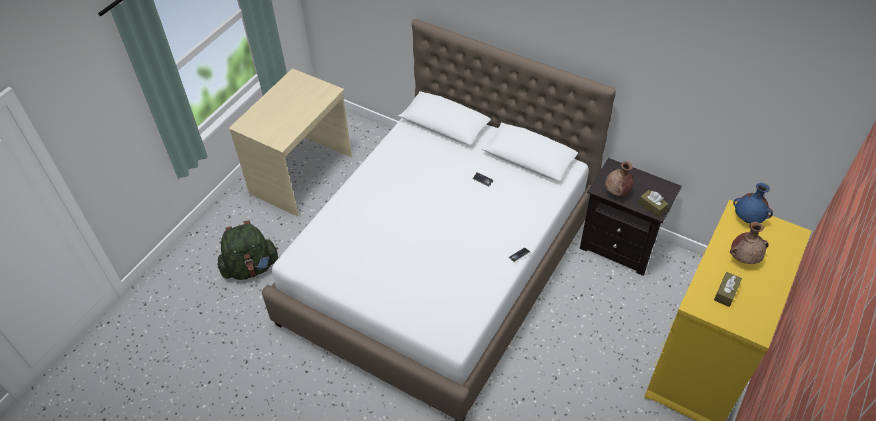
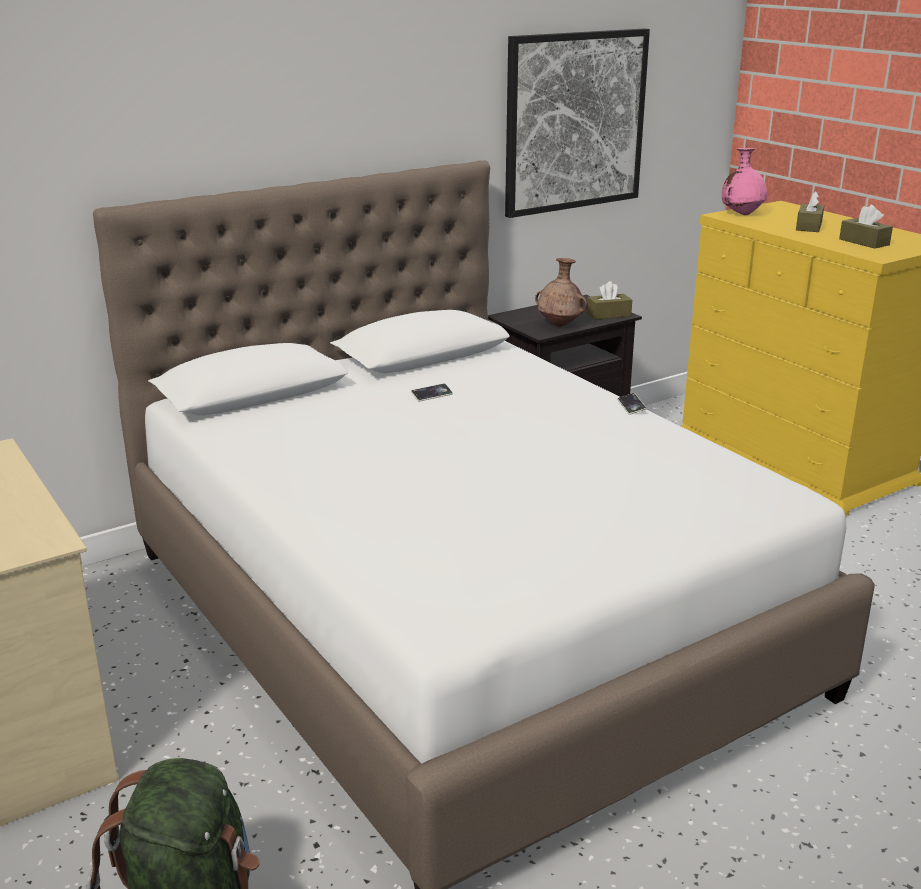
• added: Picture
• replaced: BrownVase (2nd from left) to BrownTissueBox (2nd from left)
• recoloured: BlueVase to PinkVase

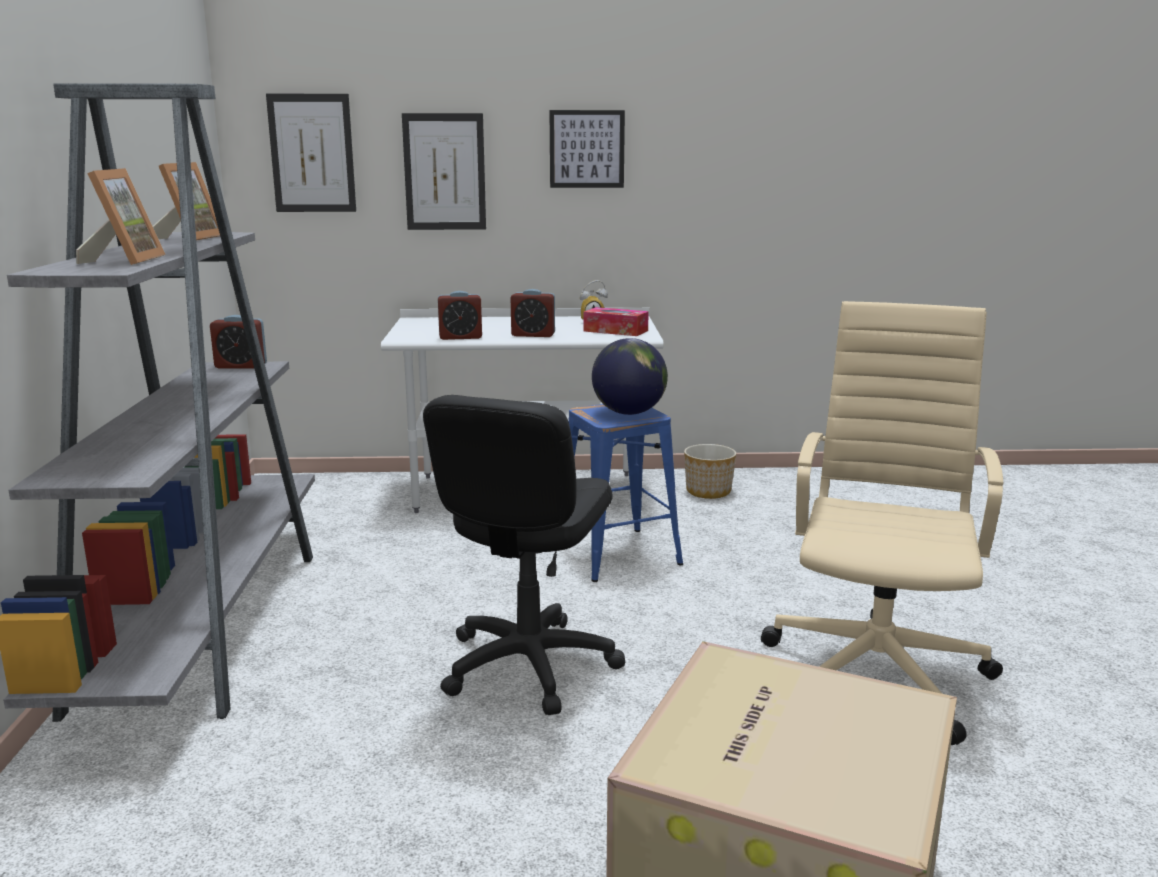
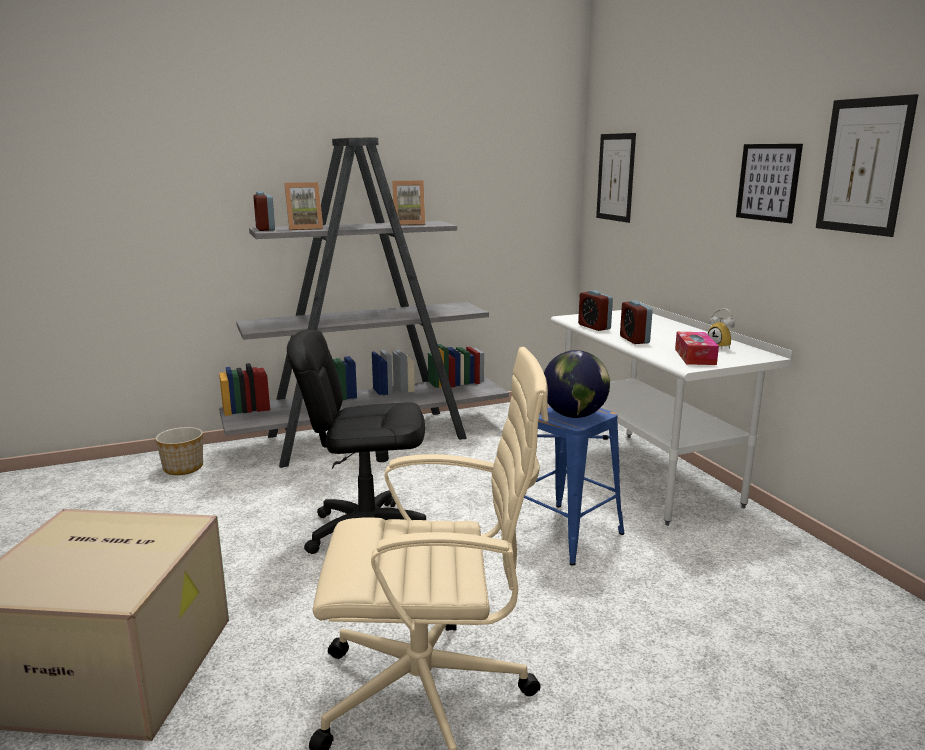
• moved: AlarmClock (1st from left)
• moved: Picture (2nd from left in the first image) to Picture (3rd from left)
• moved: Planter

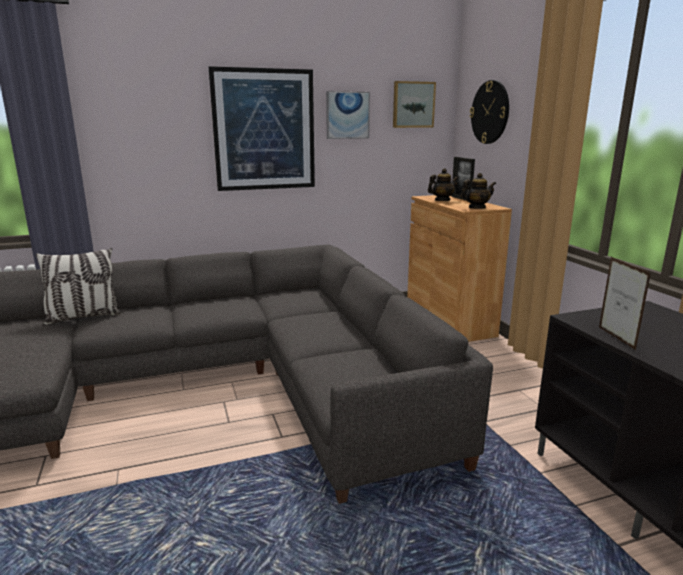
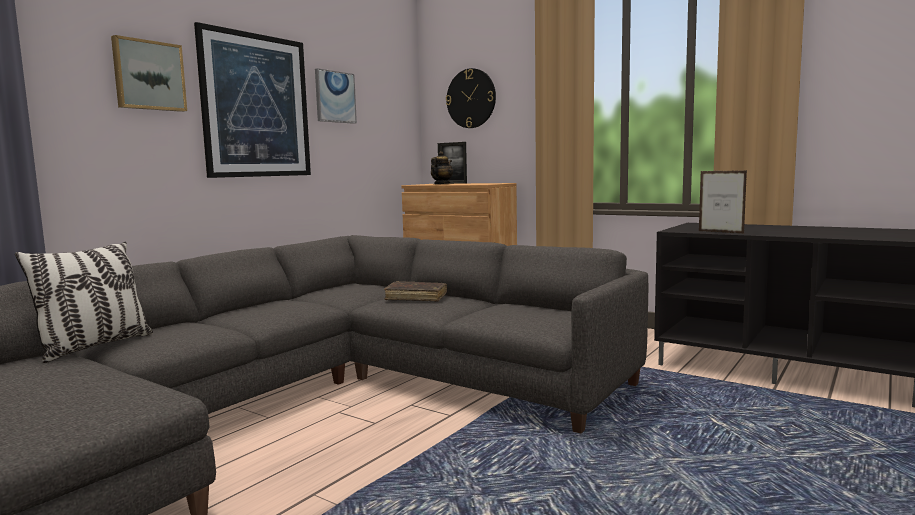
• removed: Teapot (2nd from left)
• added: BrownBook
• moved: Picture (3rd from left in the first image) to Picture (1st from left)

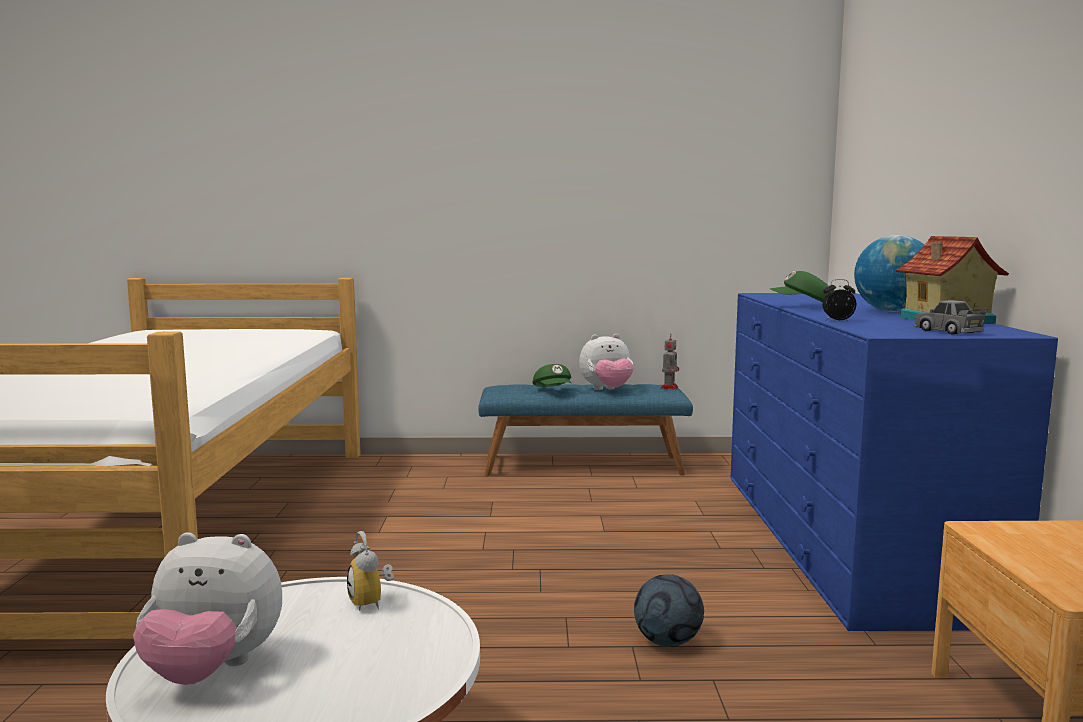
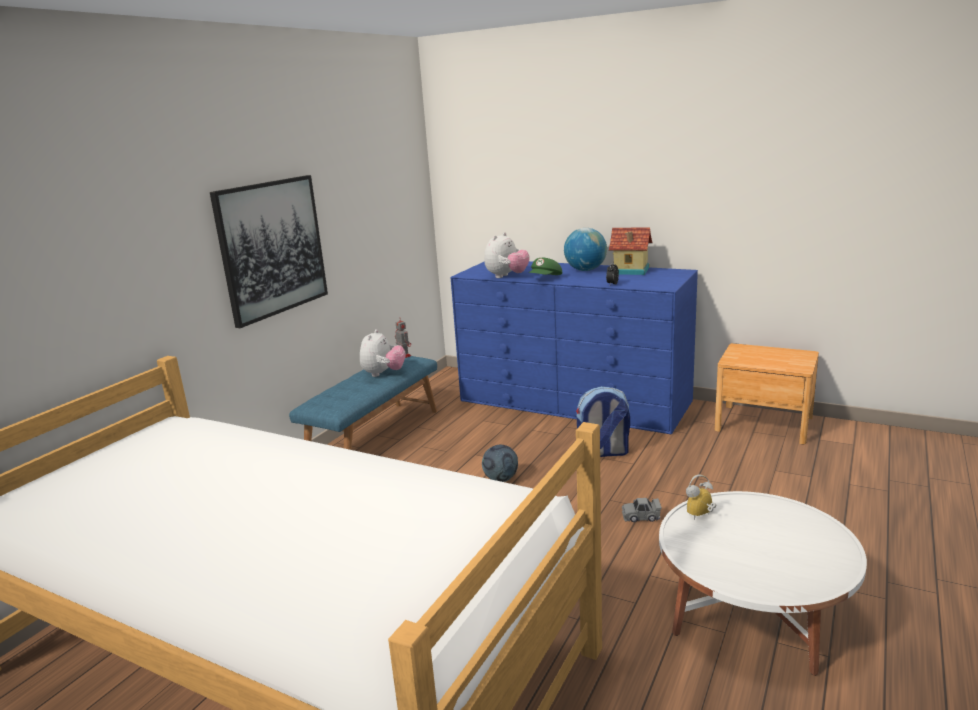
• removed: GreenCap (1st from left)
• added: Picture
• added: Backpack
• moved: PlushToy (1st from left in the first image) to PlushToy (2nd from left)
• moved: Football
• moved: GreyToyCar
• turned: AlarmClock (1st from left in the first image) 150 degrees clockwise

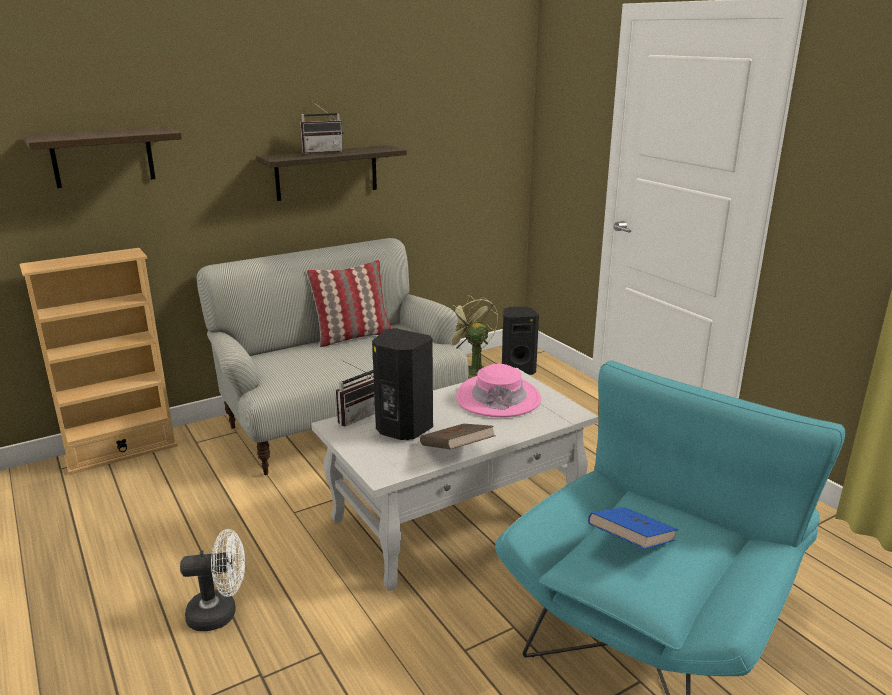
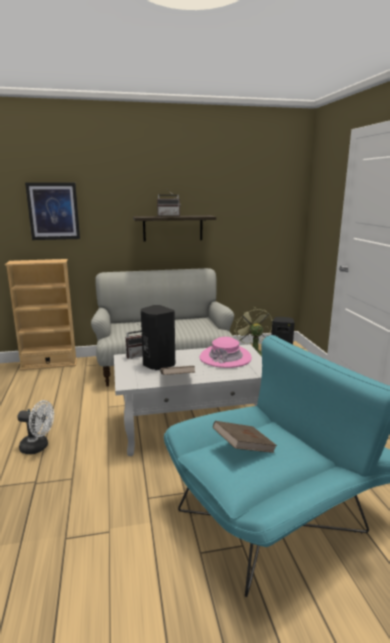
• removed: Pillow
• replaced: Shelf (1st from left) to Picture
• recoloured: BlueBook to BrownBook (2nd from left)

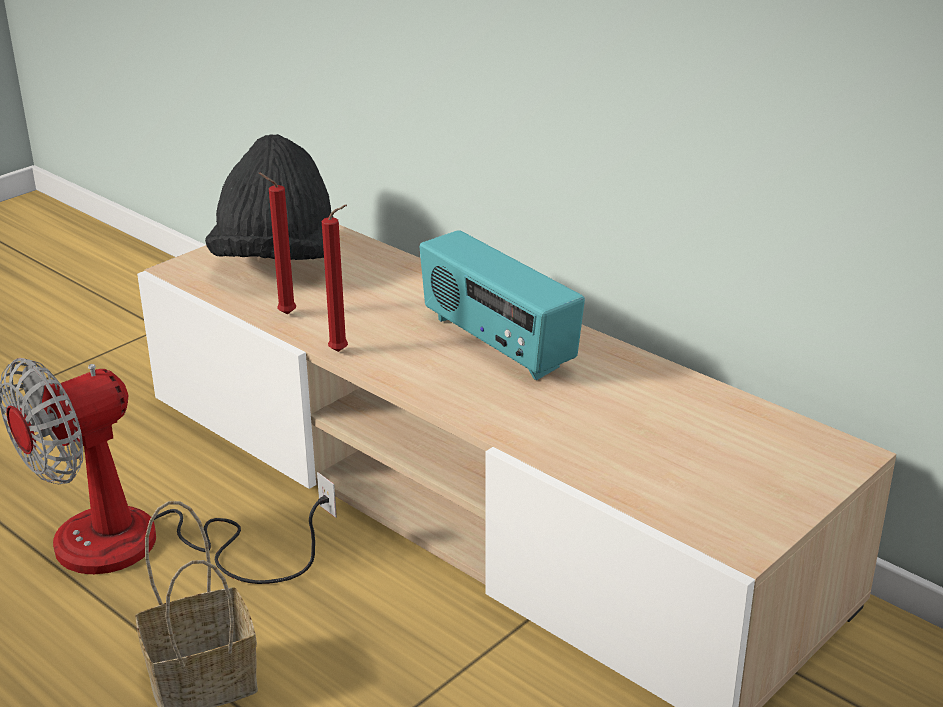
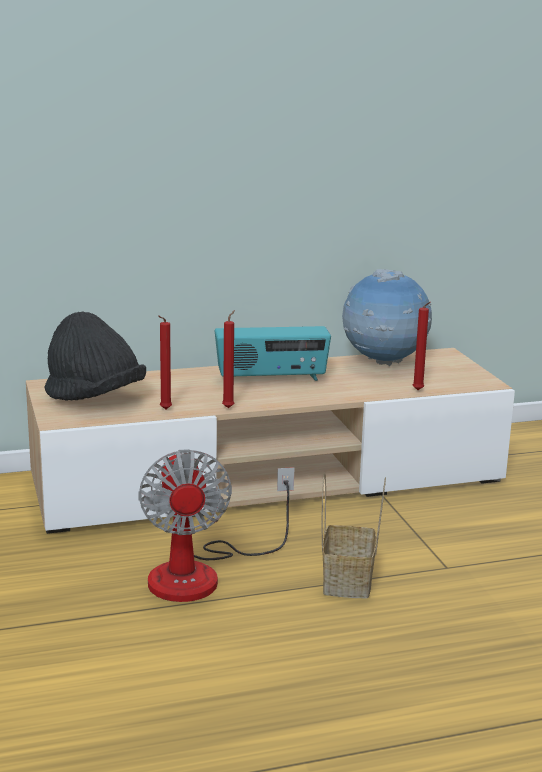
• added: Globe
• added: RedCandle (3rd from left)

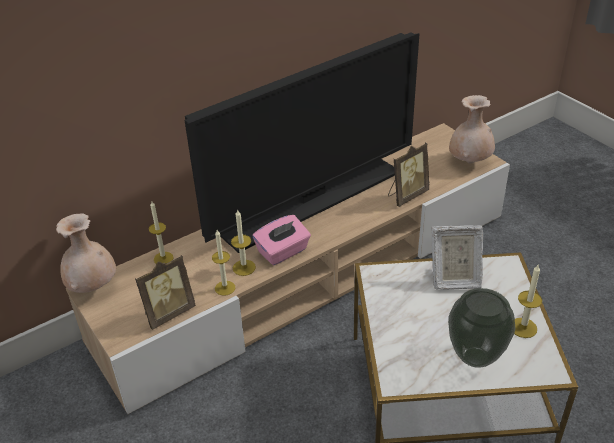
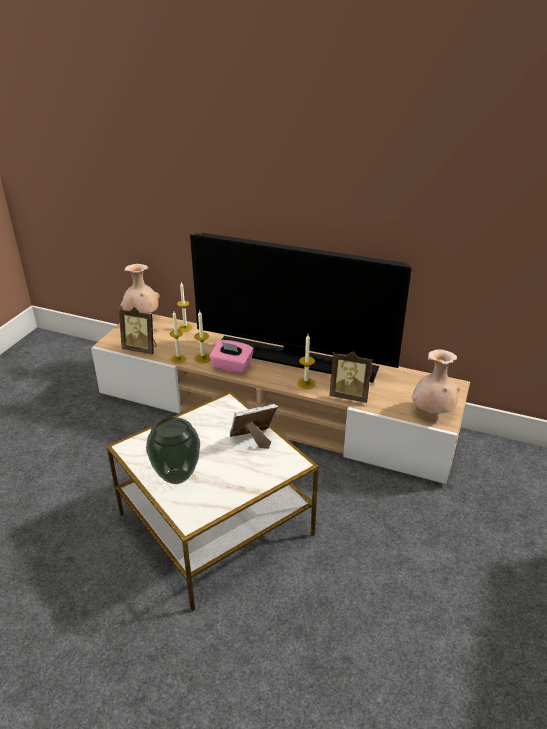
• moved: Candle (4th from left)
• turned: PictureFrame (3rd from left in the first image) 105 degrees clockwise

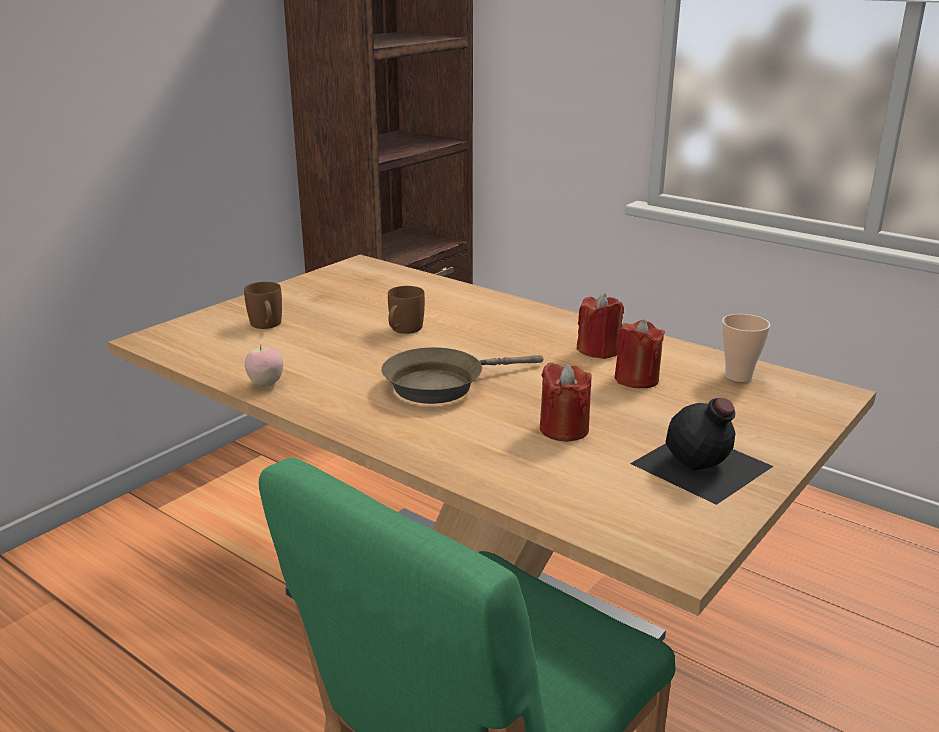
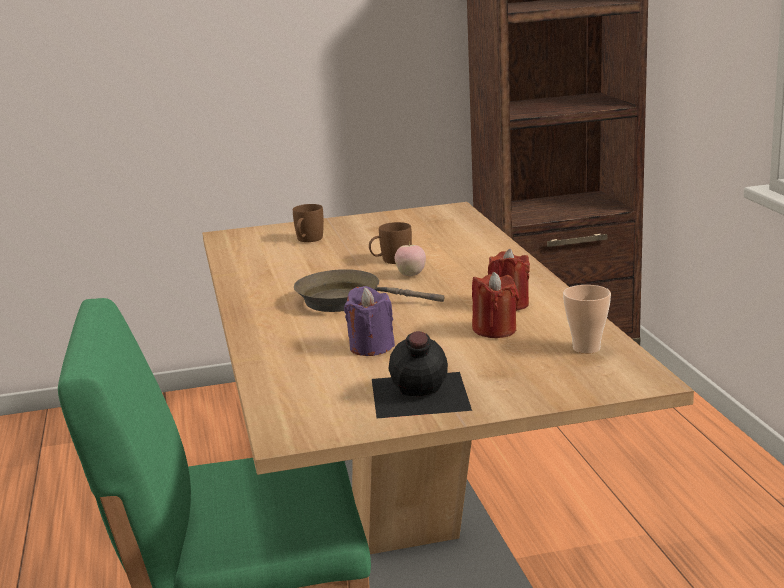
• moved: Apple
• recoloured: RedCandle (1st from left) to PurpleCandle

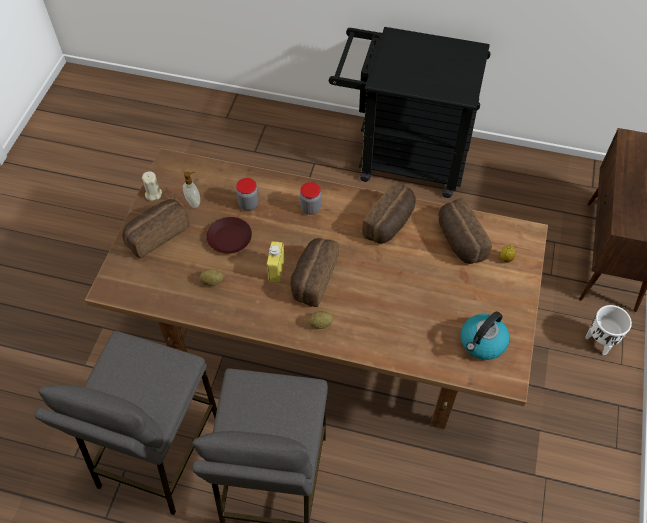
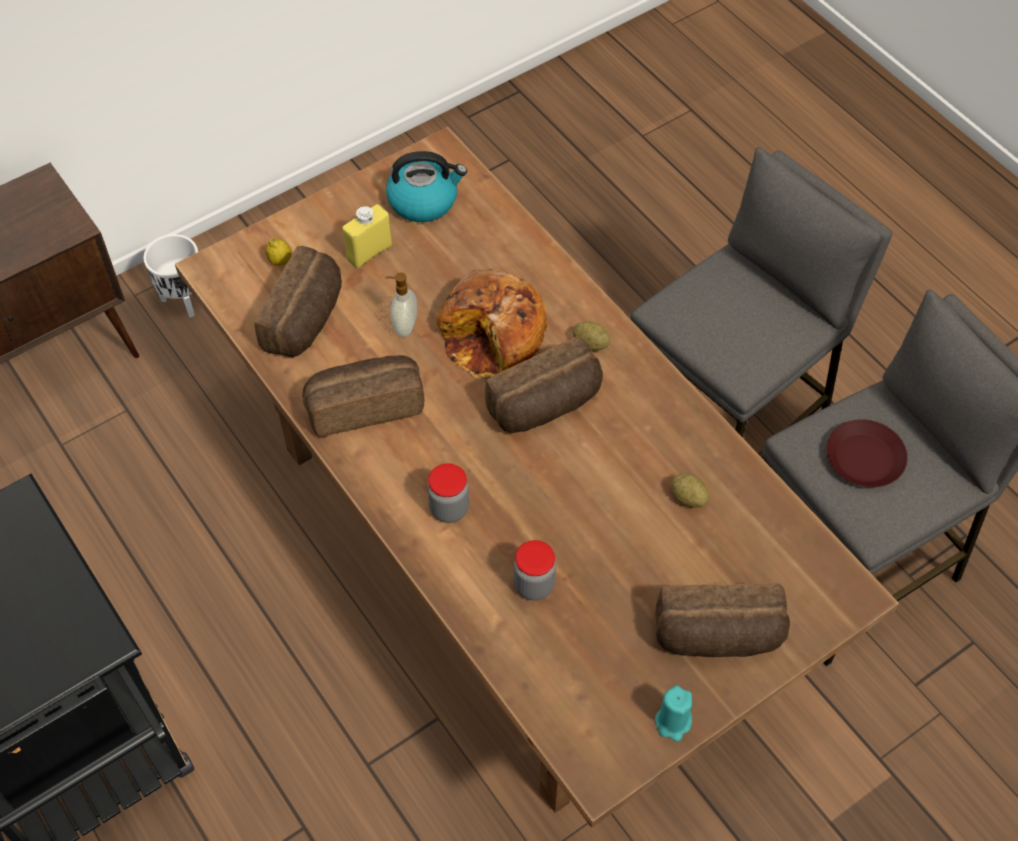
• added: Bread (3rd from left)
• moved: SoapDispenser
• moved: BrownPlate
• moved: YellowBottle
• recoloured: BeigeCandle to TurquoiseCandle

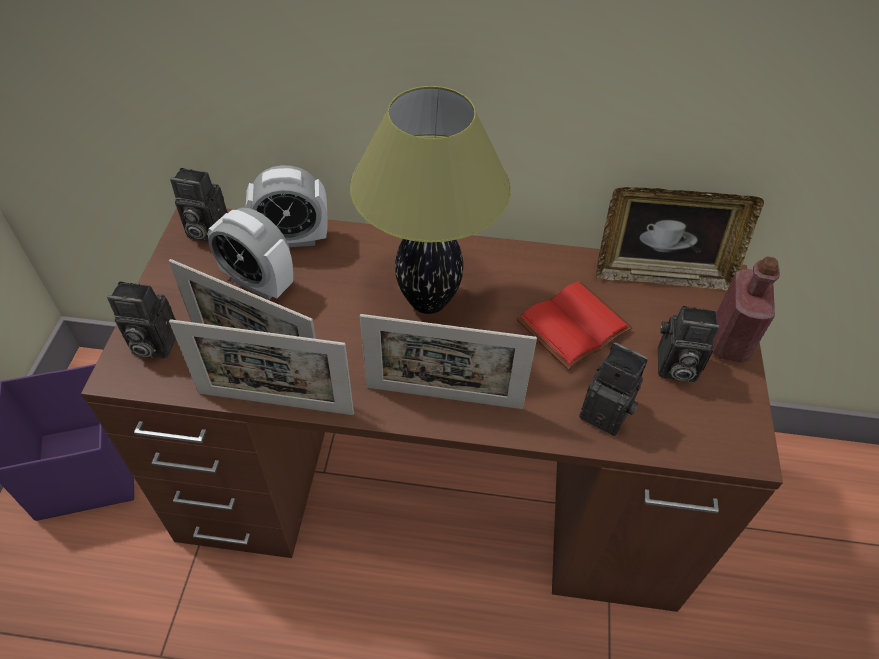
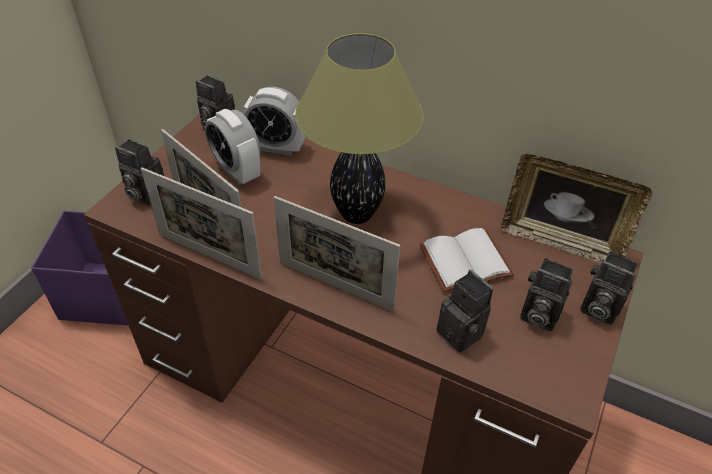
• replaced: RedBottle to PhotoCamera (5th from left)
• recoloured: RedBook to WhiteBook

